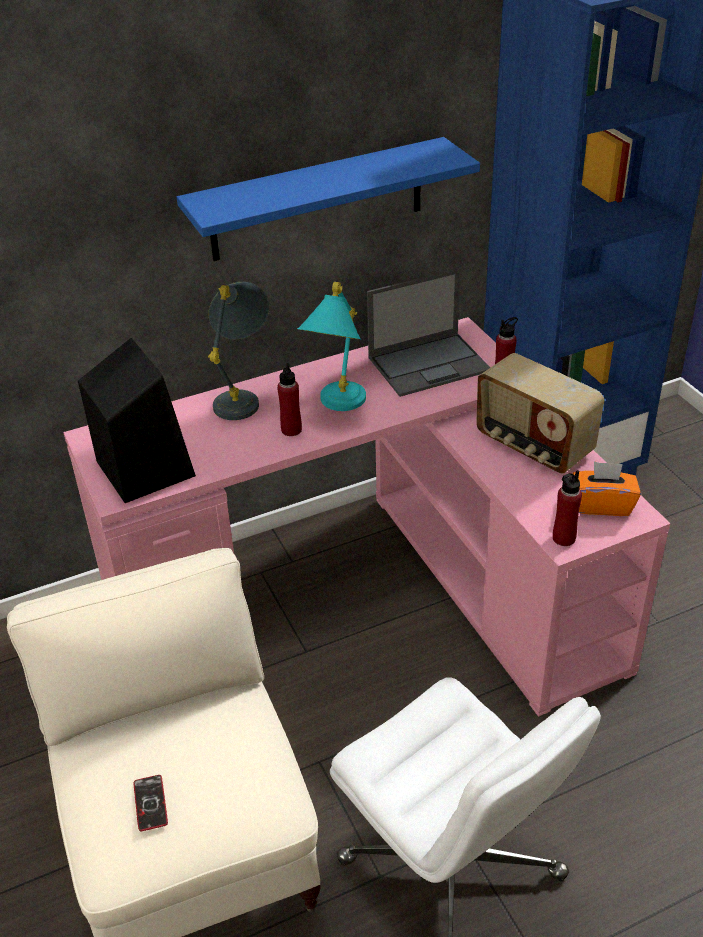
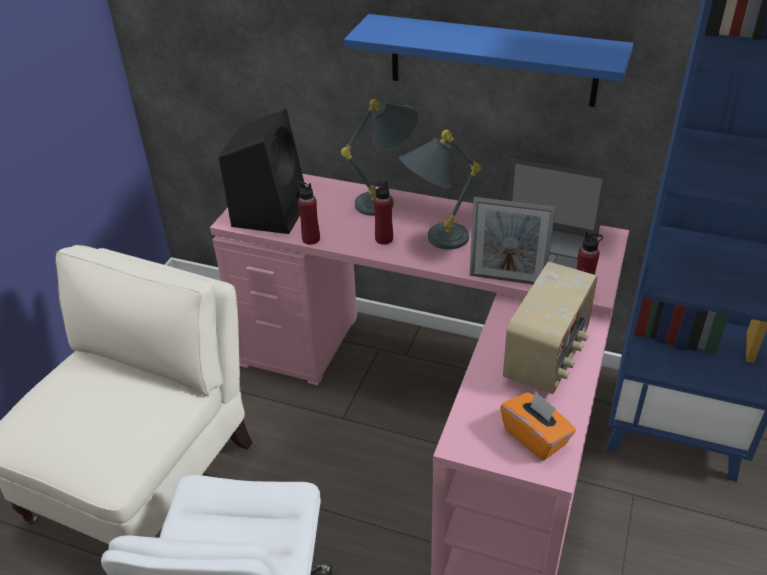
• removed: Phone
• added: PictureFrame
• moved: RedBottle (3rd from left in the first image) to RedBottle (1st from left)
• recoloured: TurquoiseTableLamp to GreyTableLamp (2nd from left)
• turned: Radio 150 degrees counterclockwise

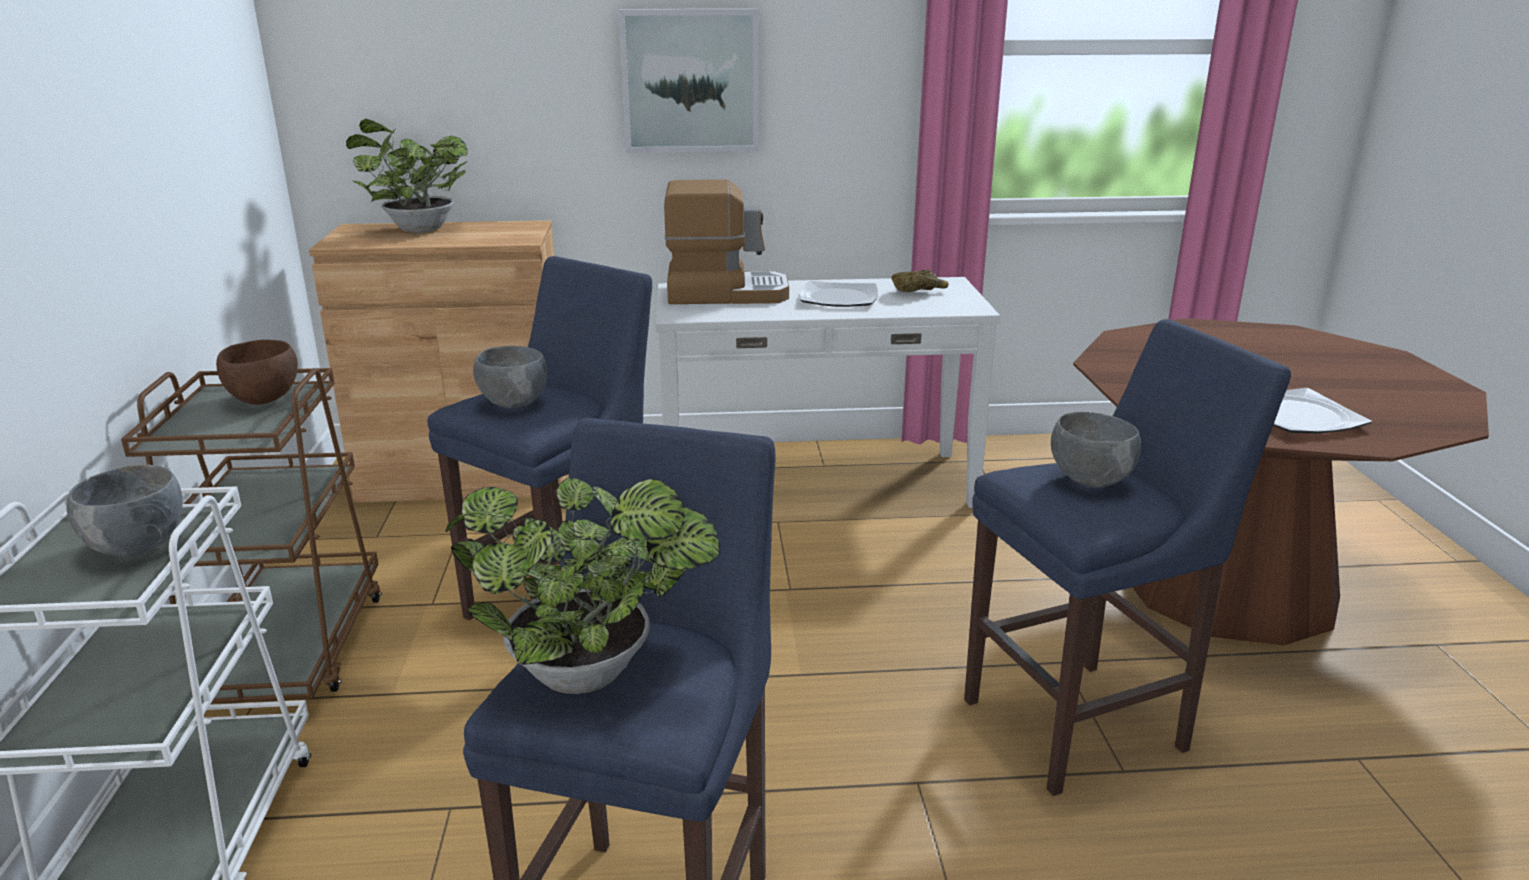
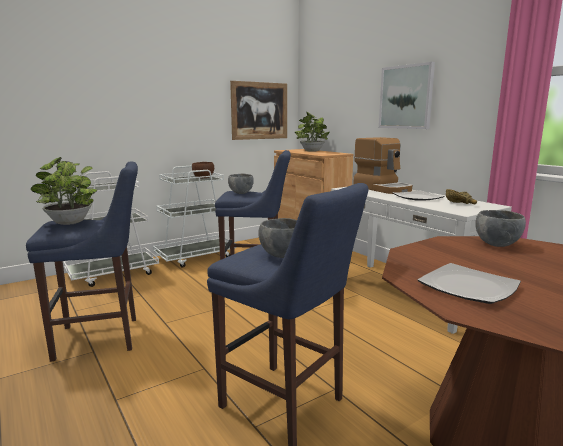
• added: Picture (1st from left)
• moved: GreyBowl (1st from left in the first image) to GreyBowl (3rd from left)
• recoloured: BrownCart to WhiteCart (2nd from left)

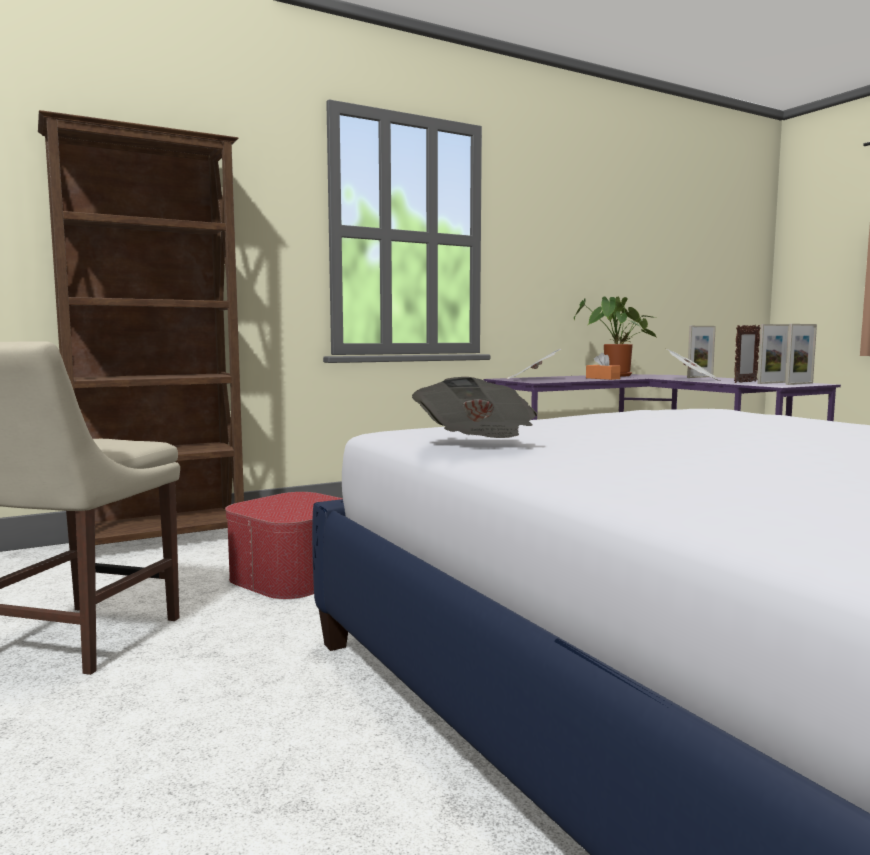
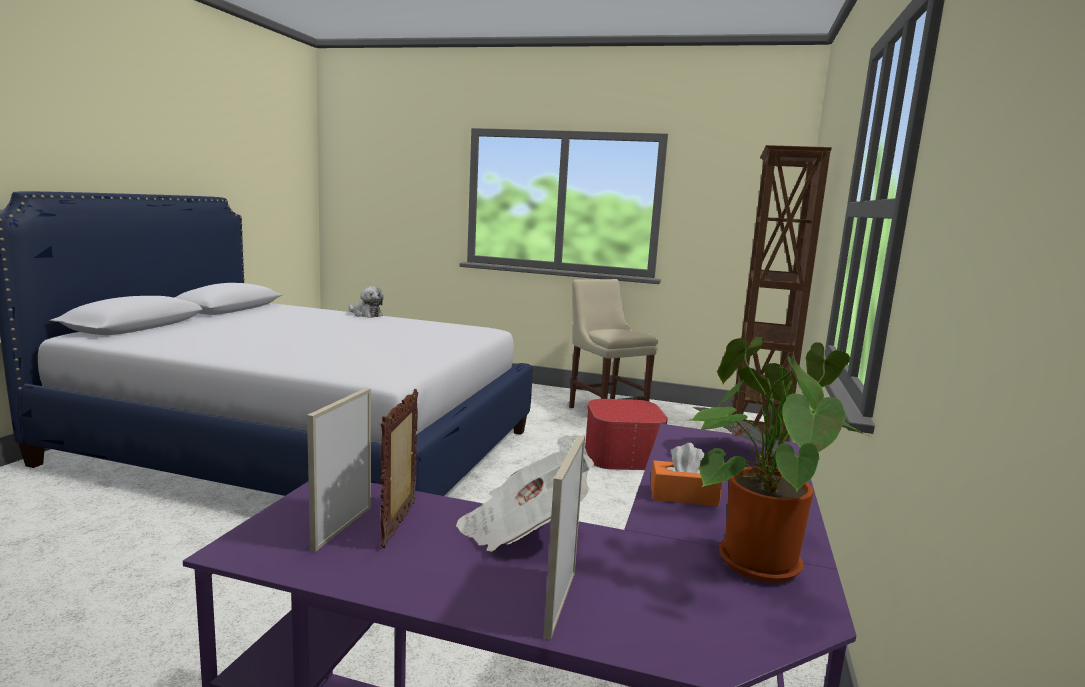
• removed: Newspaper (1st from left)
• removed: PictureFrame (4th from left)
• added: PlushToy

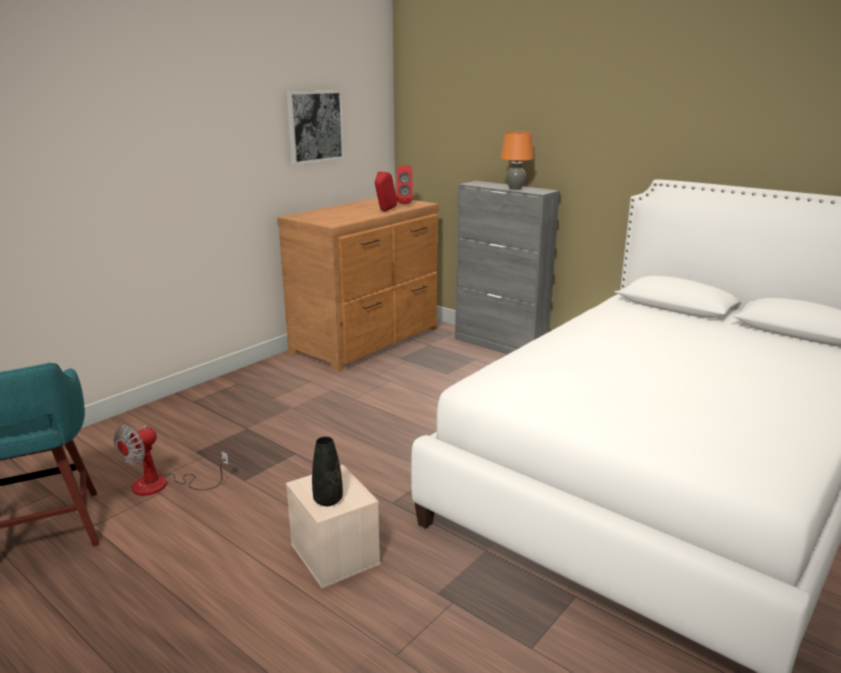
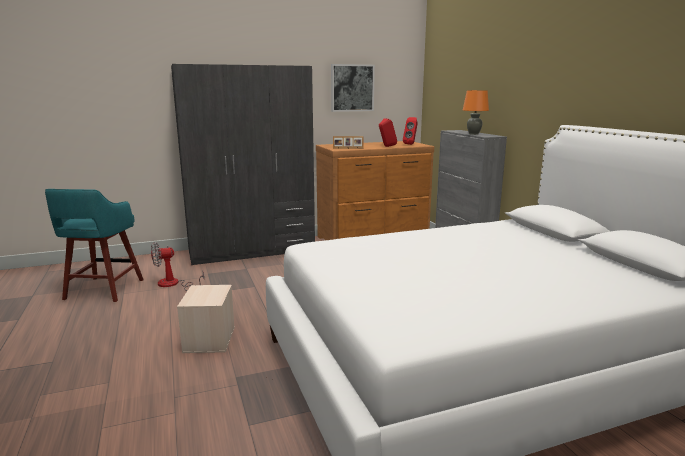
• removed: BlackVase
• added: GreyWardrobe
• added: PictureFrame

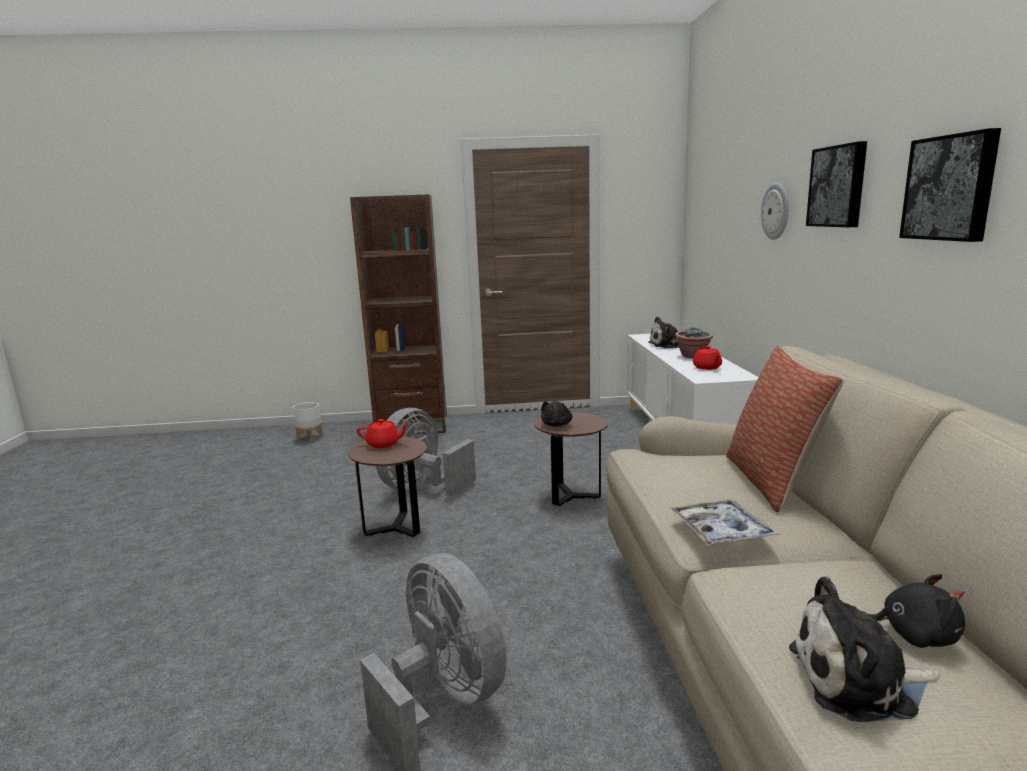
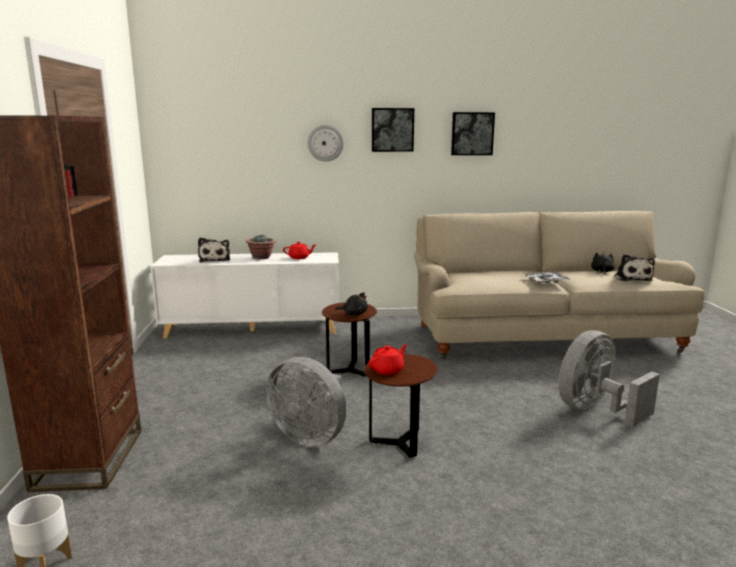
• removed: Pillow
• turned: RedTeapot (1st from left in the first image) 45 degrees clockwise

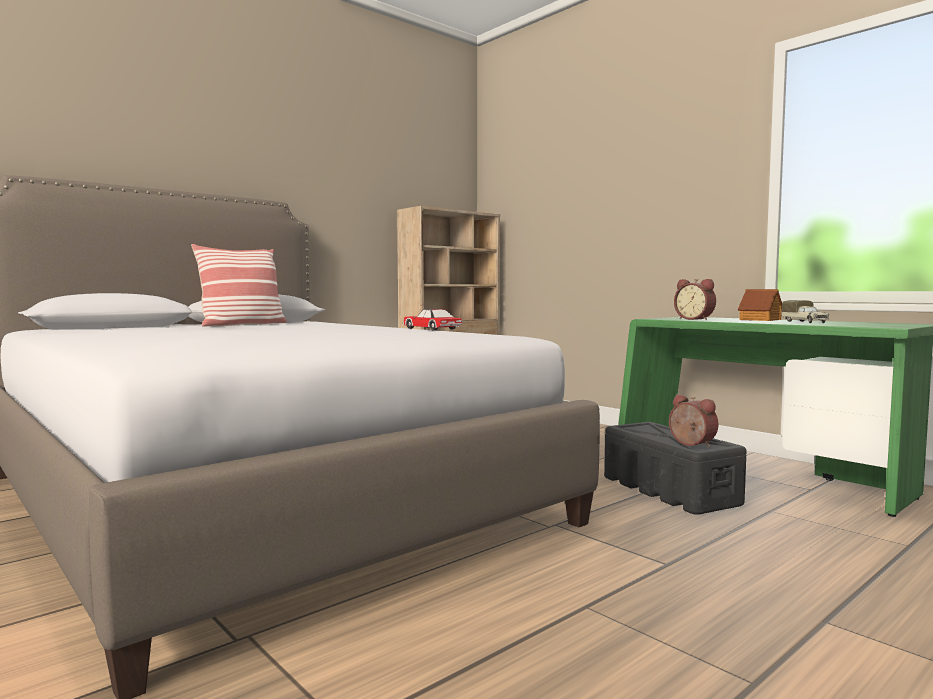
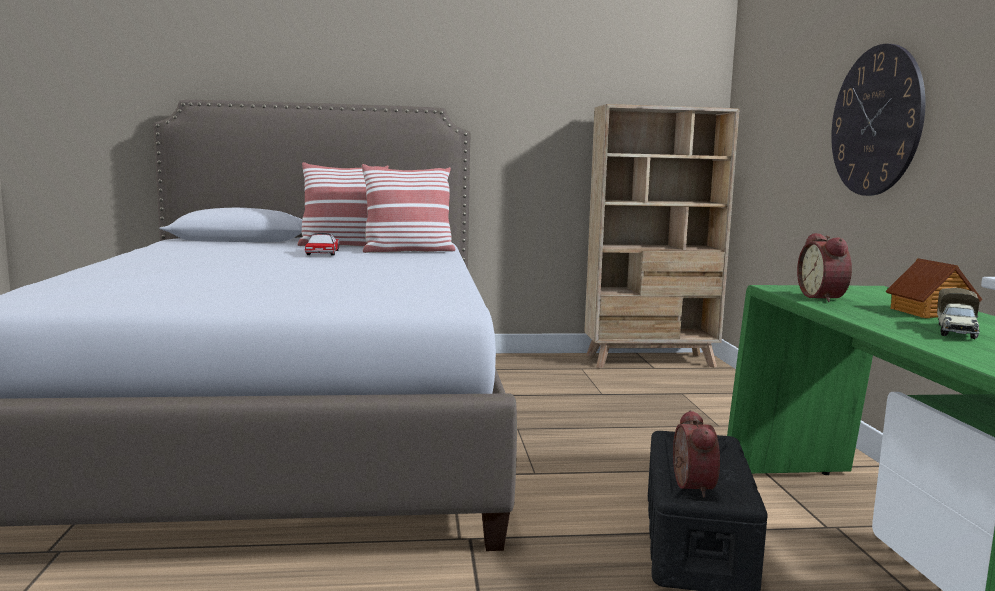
• added: Pillow (2nd from left)
• added: WallClock
• moved: ToyCar

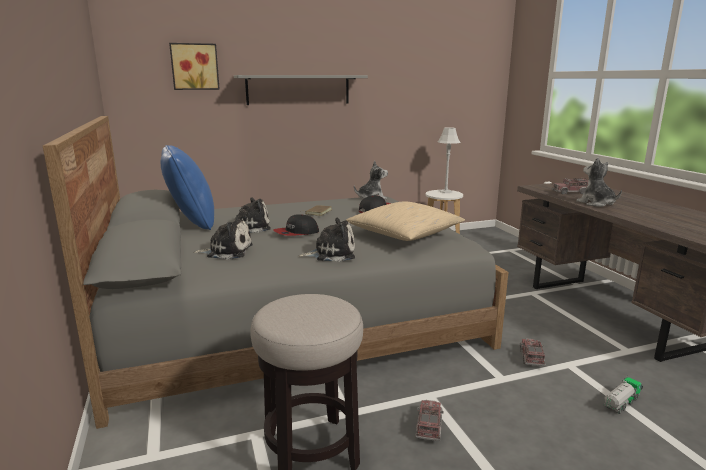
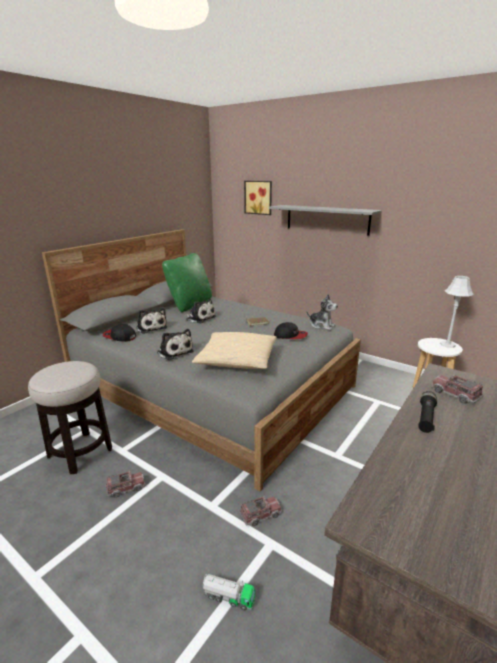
• moved: Cap (1st from left)
• replaced: PlushToy (5th from left) to BlackFlashlight
• recoloured: BluePillow to GreenPillow

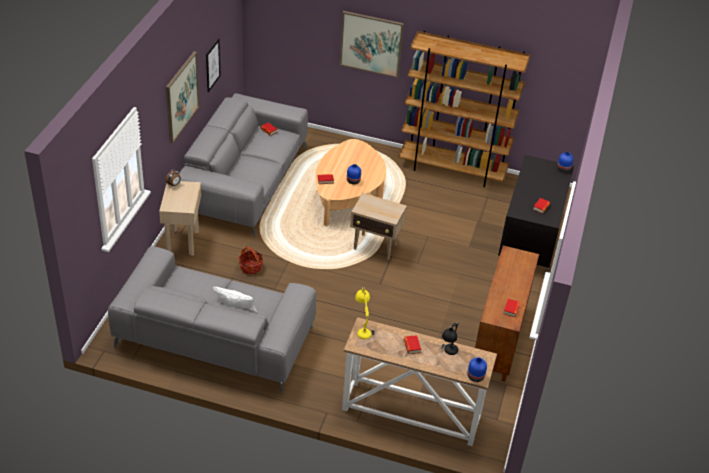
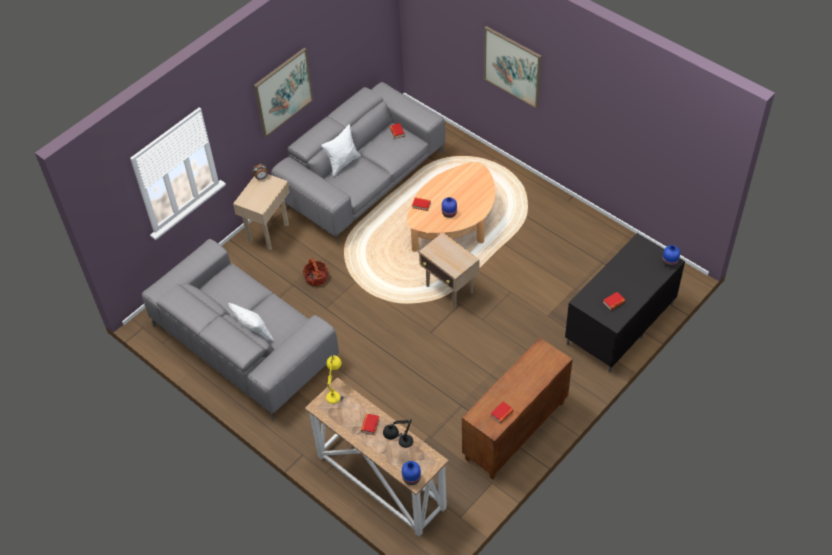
• removed: Picture (2nd from left)
• removed: BrownBookcase
• added: WhitePillow (2nd from left)

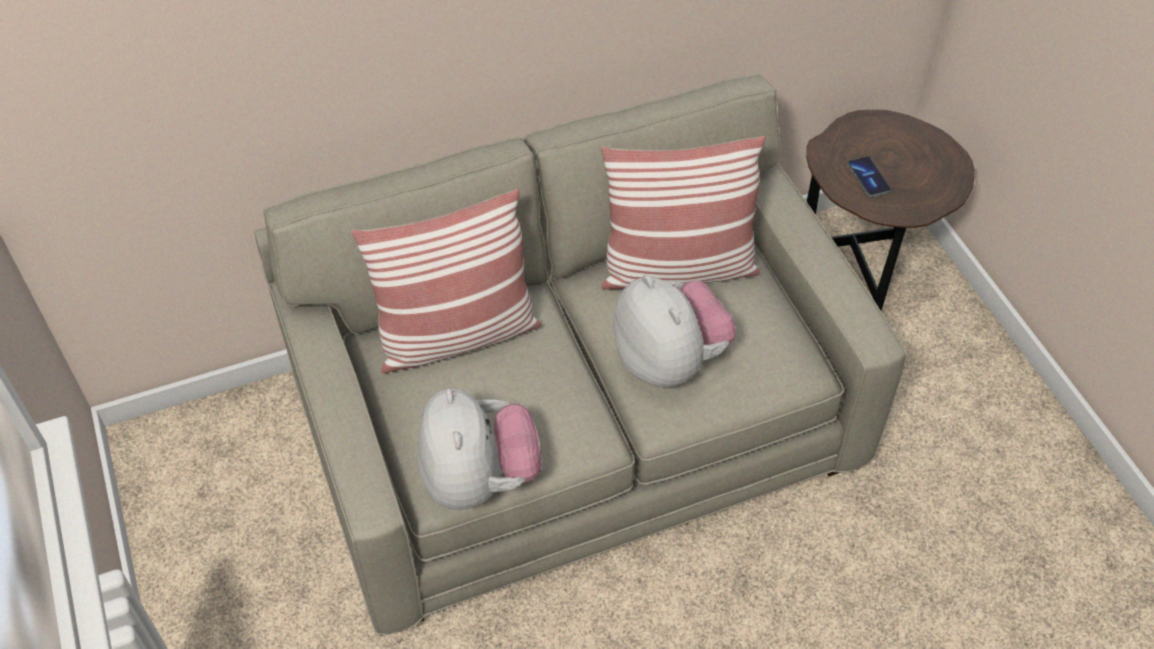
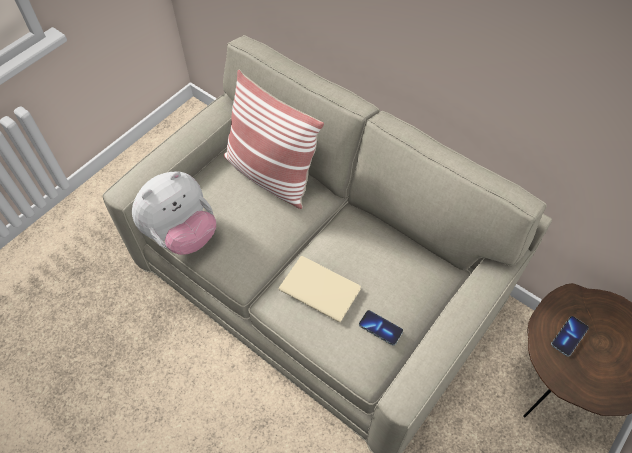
• removed: Pillow (2nd from left)
• added: Phone (1st from left)
• replaced: PlushToy (2nd from left) to BeigeBook

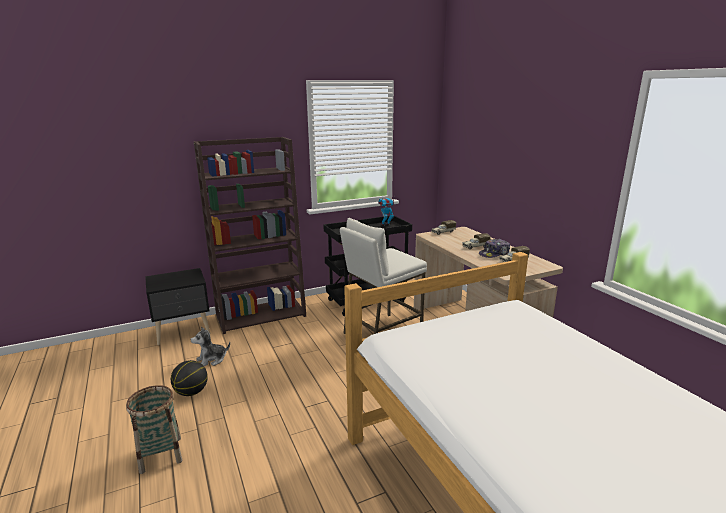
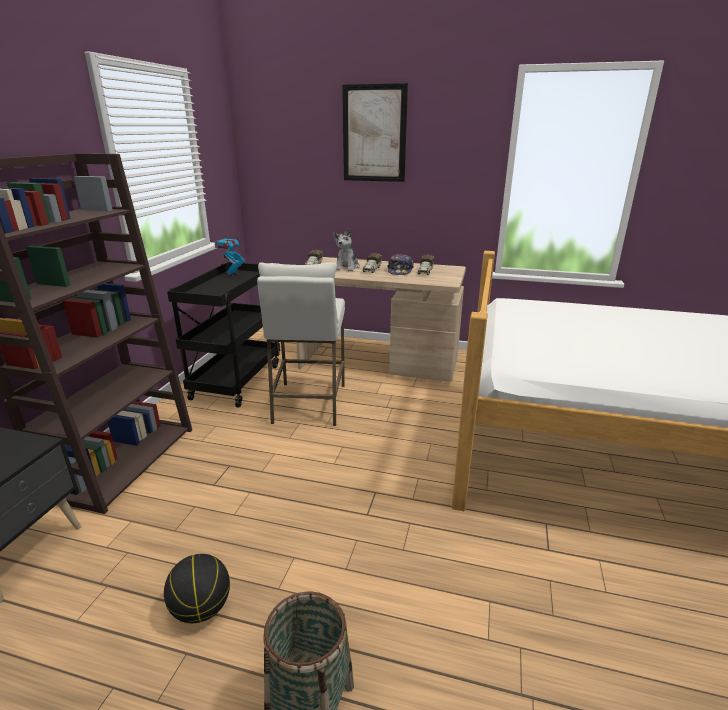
• added: Picture
• moved: PlushToy

